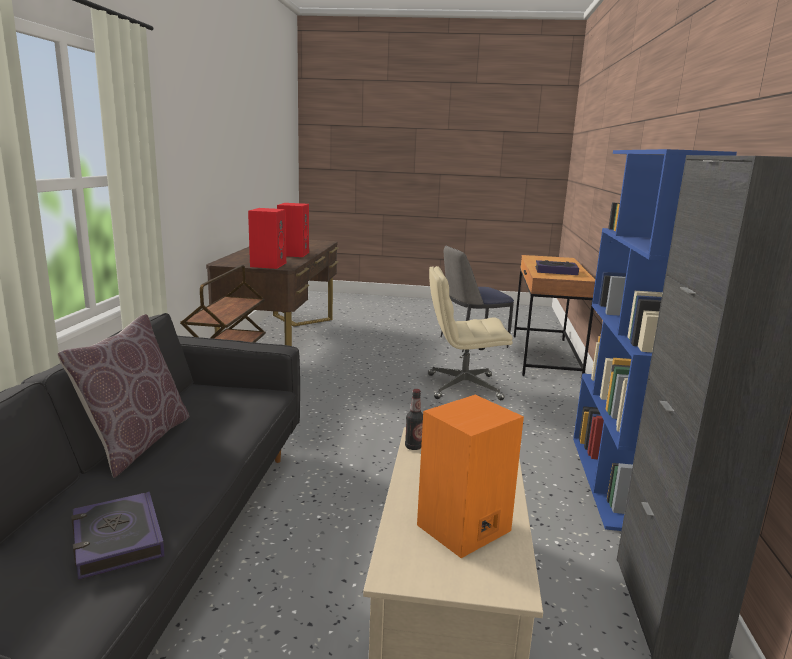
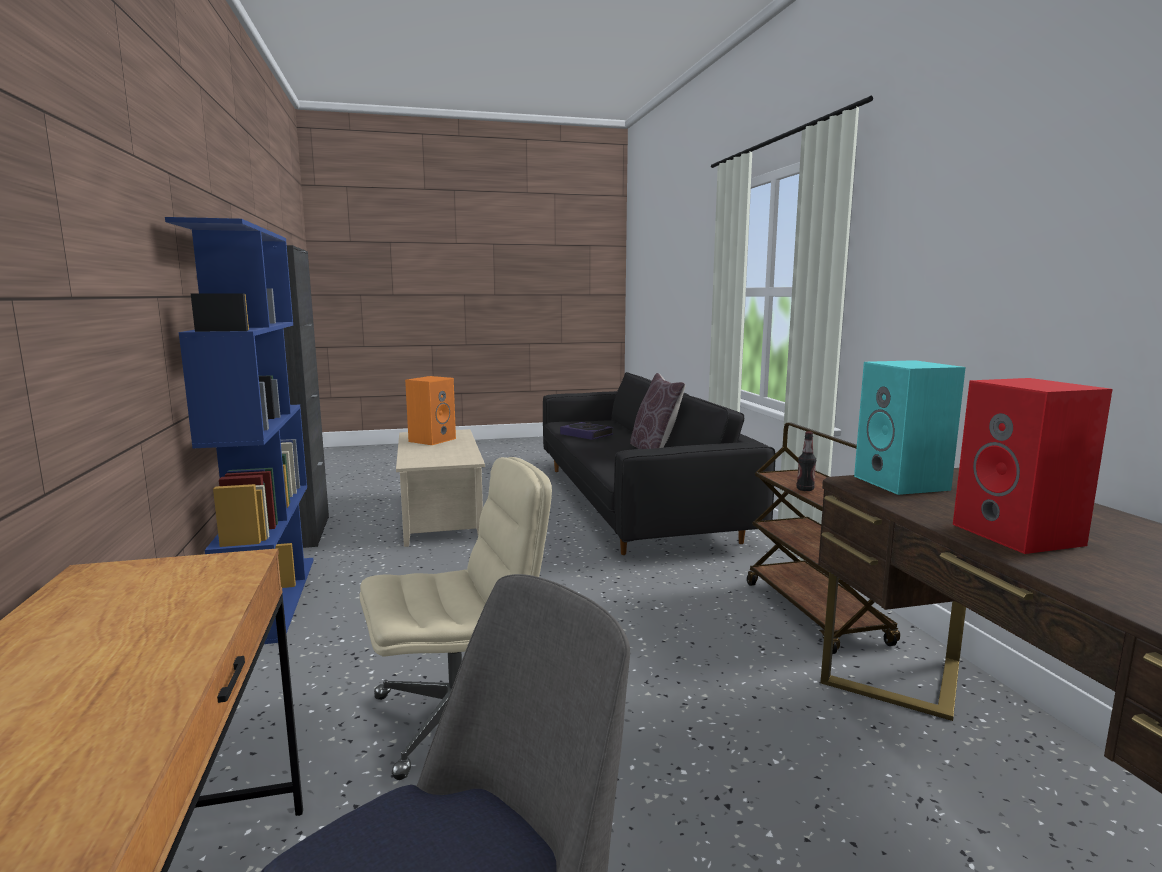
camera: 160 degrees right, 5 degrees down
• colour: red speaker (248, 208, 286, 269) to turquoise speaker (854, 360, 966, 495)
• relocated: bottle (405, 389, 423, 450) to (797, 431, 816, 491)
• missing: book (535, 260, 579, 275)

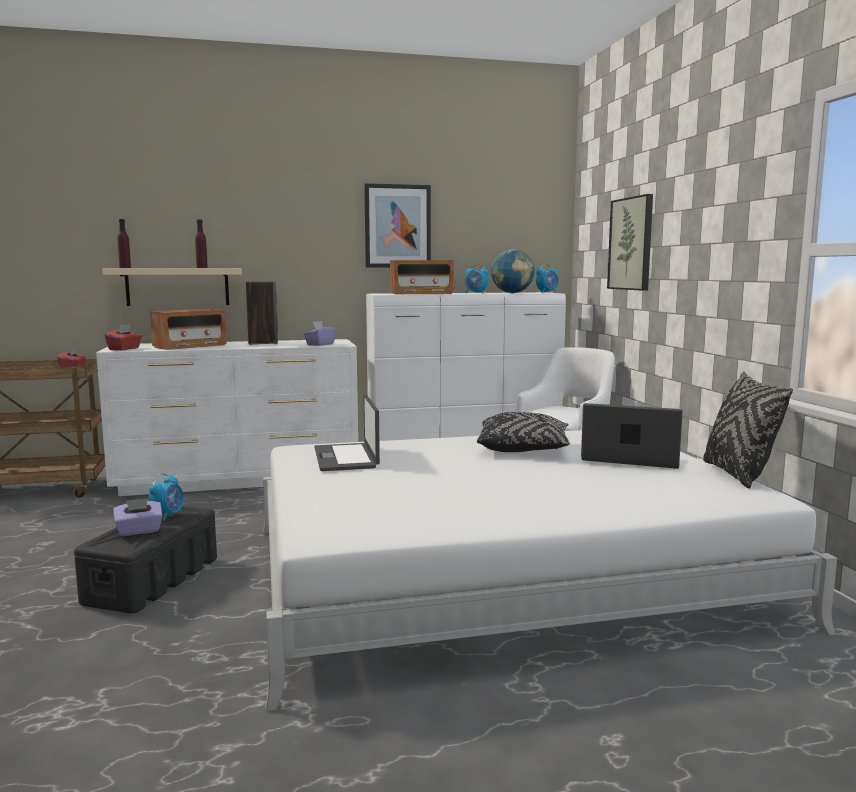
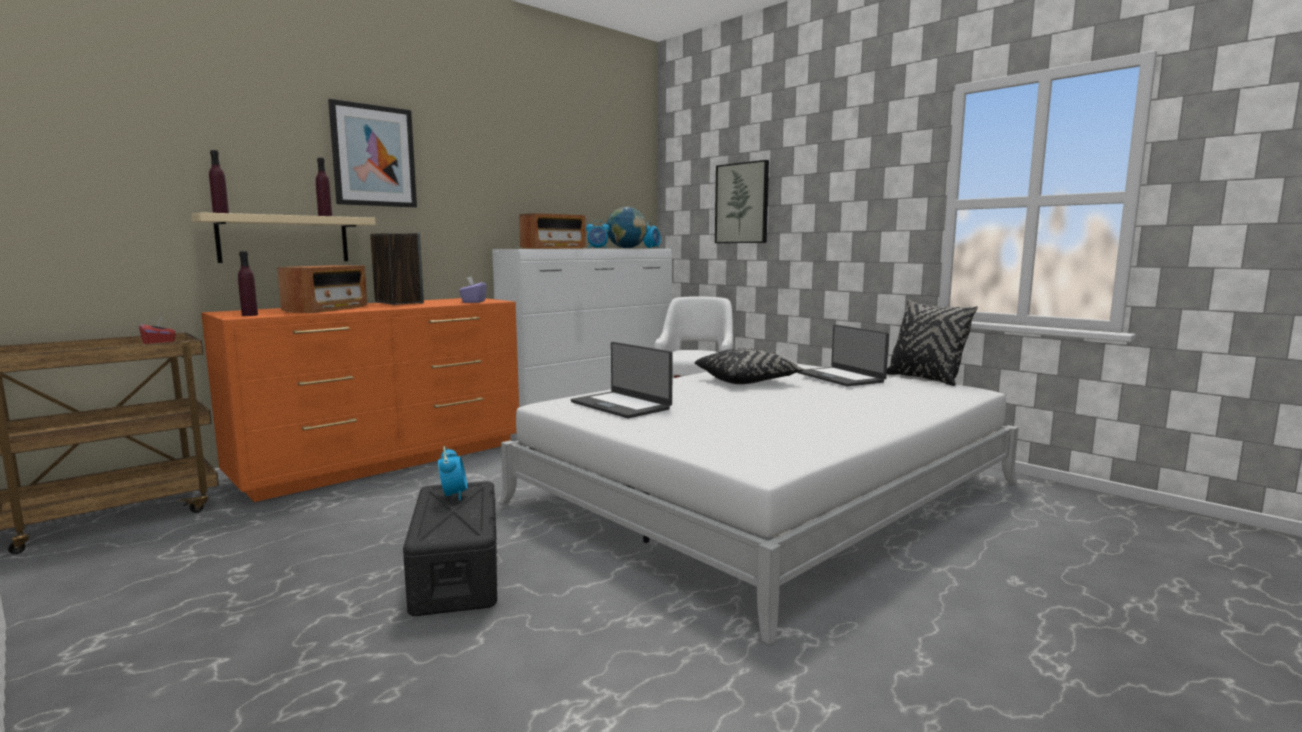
camera: 30 degrees left, 0 degrees up
• colour: white dresser (96, 339, 358, 496) to orange dresser (201, 298, 519, 502)
• exchanged: red tissue box (104, 324, 142, 350) to purple bottle (238, 251, 258, 316)
• missing: purple tissue box (113, 498, 162, 536)
• relocated: picture (364, 183, 431, 267) to (328, 99, 417, 208)
• spun: laptop (581, 403, 683, 469) = (797, 324, 889, 387) 105 degrees counterclockwise

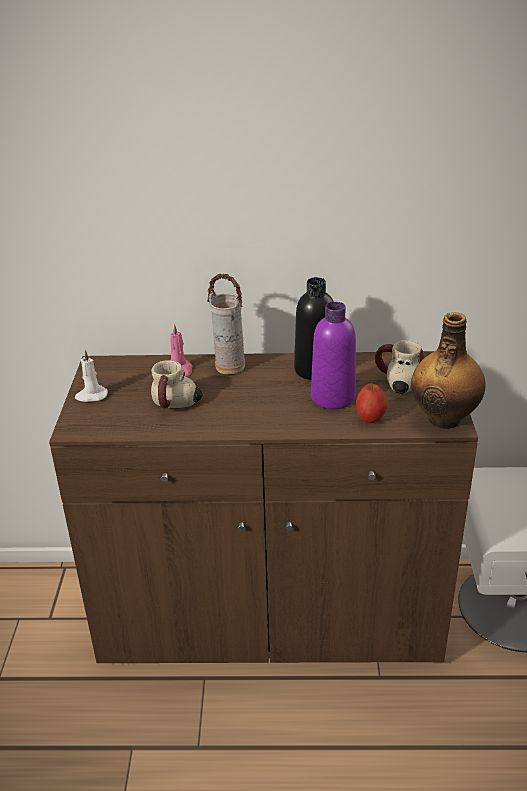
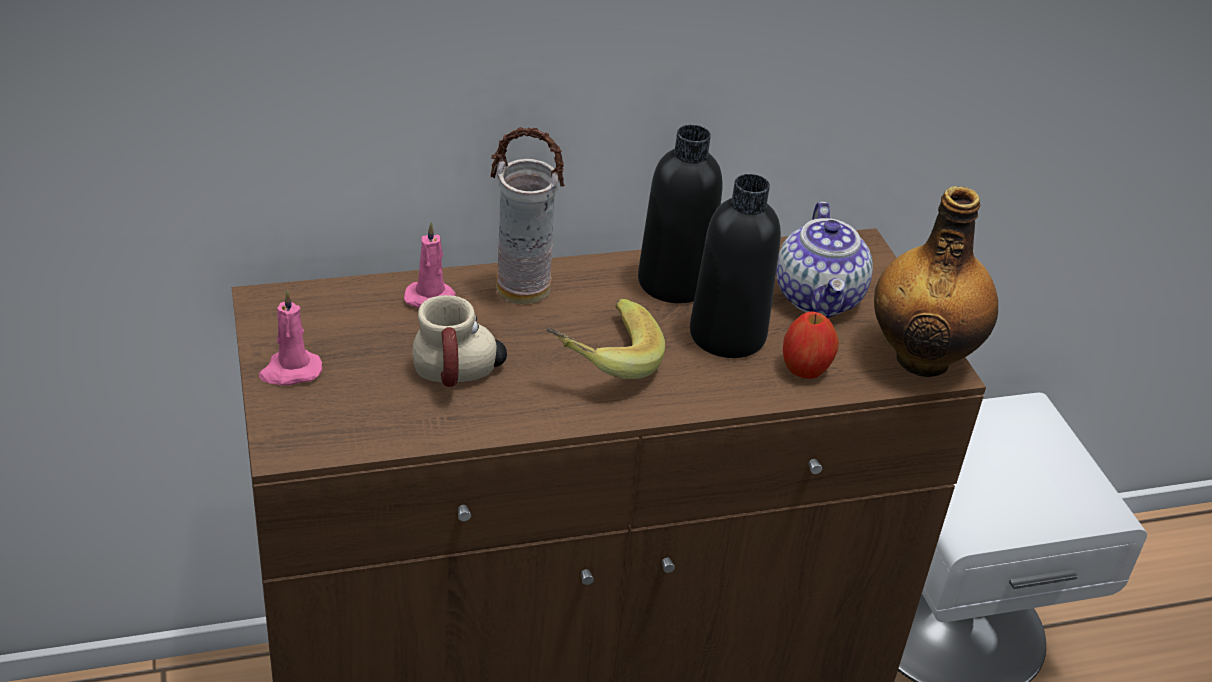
camera: 20 degrees left, 5 degrees up
• colour: white candle (75, 350, 108, 402) to pink candle (259, 290, 322, 385)
• colour: purple bottle (311, 302, 356, 409) to black bottle (690, 174, 781, 358)
• exchanged: mug (375, 340, 424, 394) to teapot (776, 202, 873, 318)
• appeared: banana (546, 298, 665, 379)

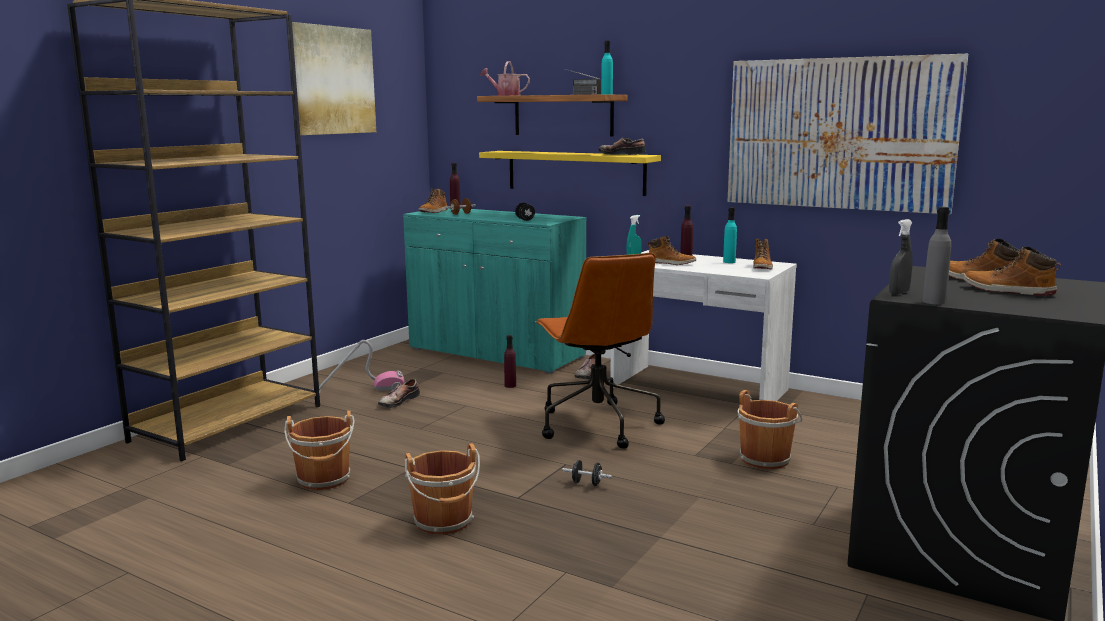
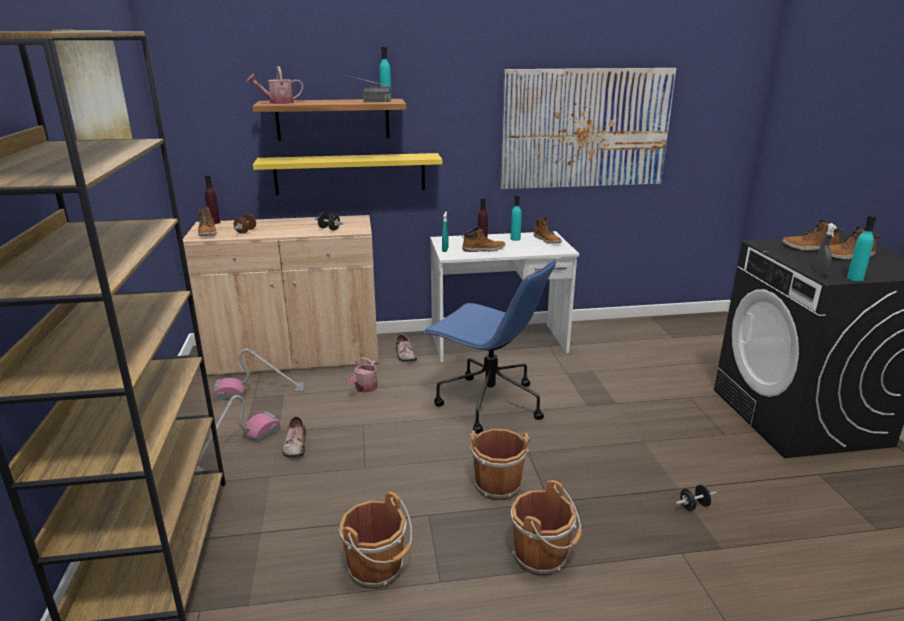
camera: 40 degrees left, 10 degrees up
• colour: turquoise cabinet (403, 208, 587, 374) to beige cabinet (183, 215, 378, 376)
• exchanged: purple bottle (504, 335, 516, 388) to watering can (347, 357, 378, 393)
• colour: brown office chair (535, 253, 665, 448) to blue office chair (423, 258, 556, 433)
• relocated: black dumbbell (562, 460, 612, 486) to (676, 485, 716, 511)
• missing: shoe (599, 138, 645, 155)
• relocated: brown bucket (738, 390, 802, 469) to (469, 429, 530, 500)
• colour: grey bottle (923, 207, 951, 305) to turquoise bottle (847, 215, 876, 281)
• appeared: vacuum cleaner (213, 348, 304, 401)

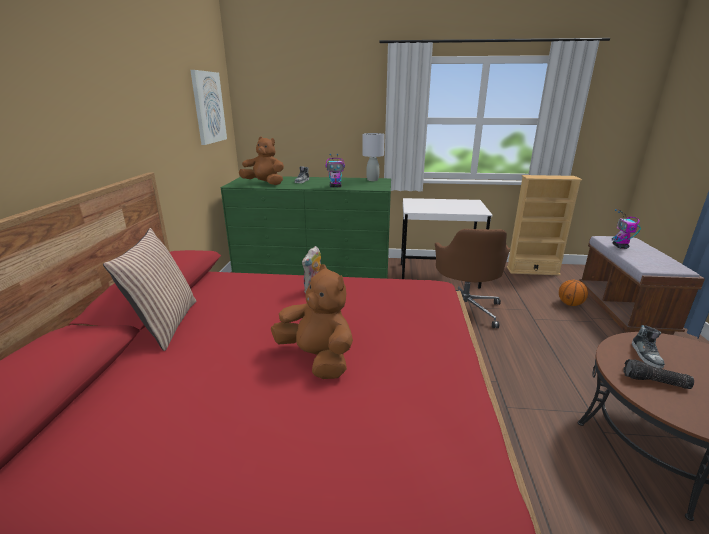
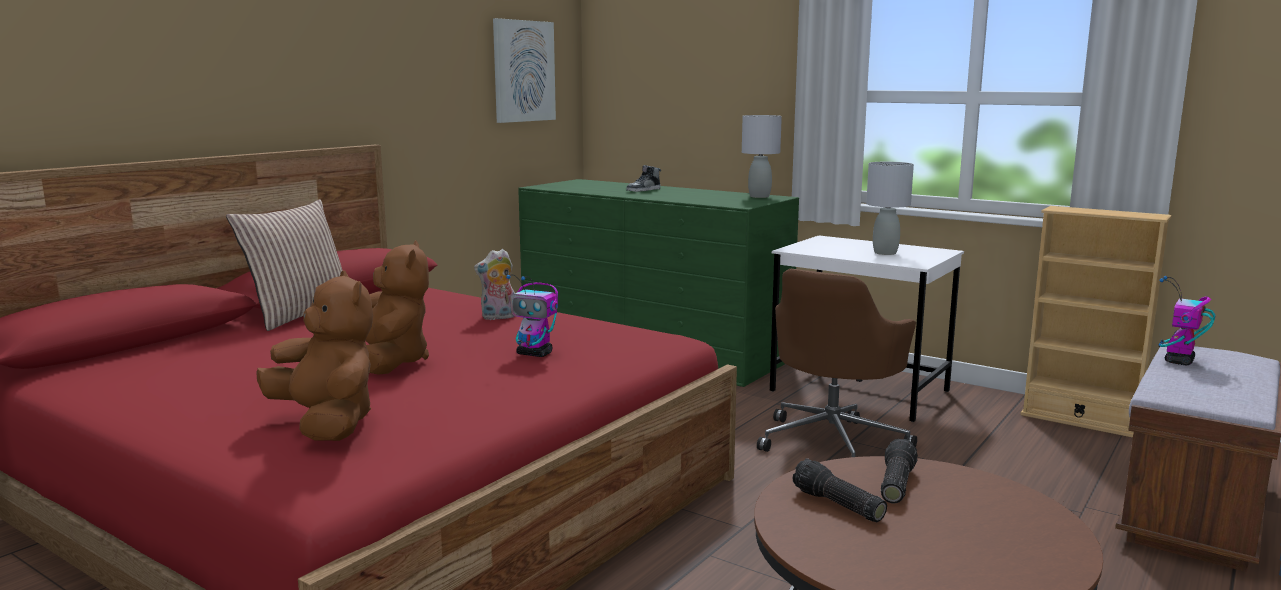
camera: 30 degrees right, 10 degrees down
• relocated: brown plush toy (239, 137, 284, 185) to (256, 271, 373, 441)
• relocated: toy robot (325, 154, 345, 187) to (506, 275, 558, 357)
• missing: basketball (559, 280, 588, 306)
• exchanged: shoe (632, 325, 665, 369) to flashlight (881, 439, 918, 504)
• appeared: grey table lamp (866, 162, 914, 255)

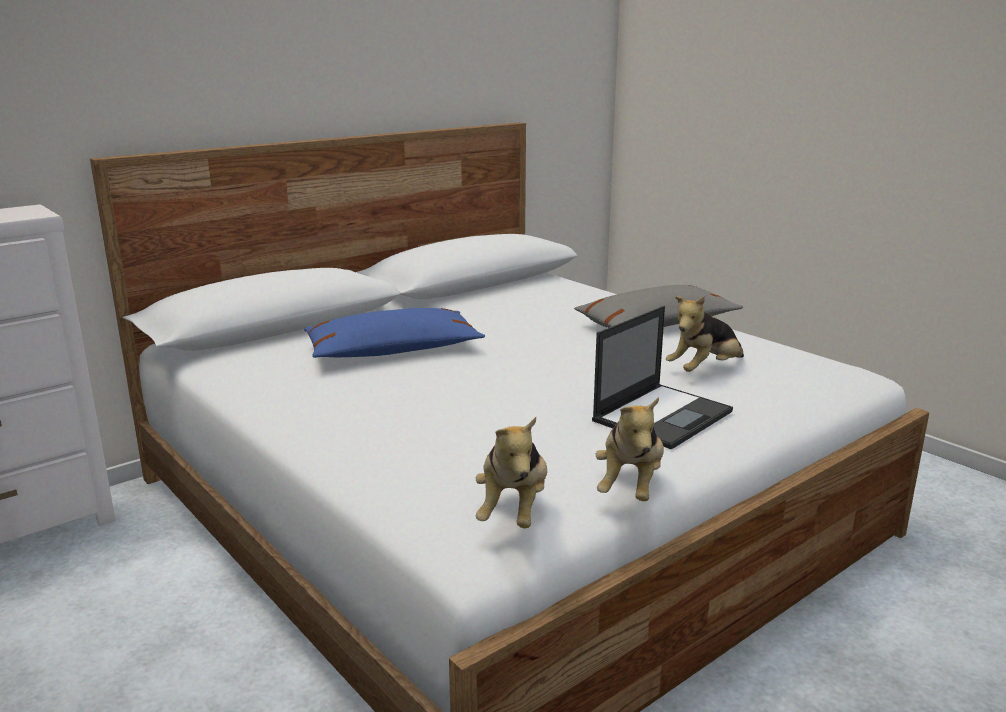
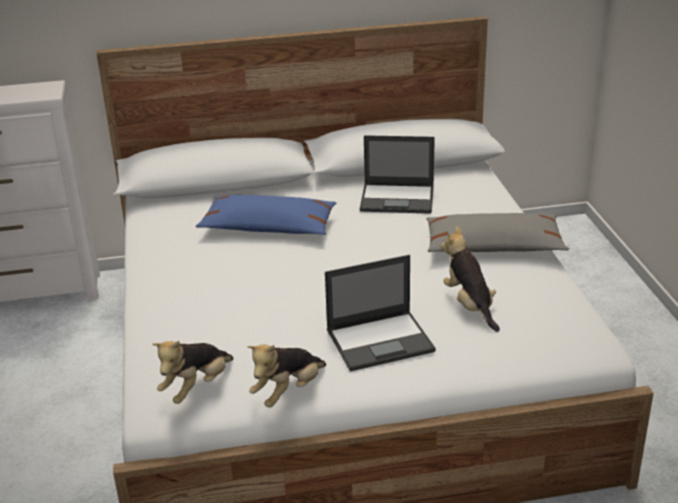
camera: 30 degrees right, 10 degrees up
• spun: plush toy (666, 296, 744, 372) = (441, 226, 500, 332) 75 degrees clockwise
• appeared: laptop (360, 135, 435, 214)

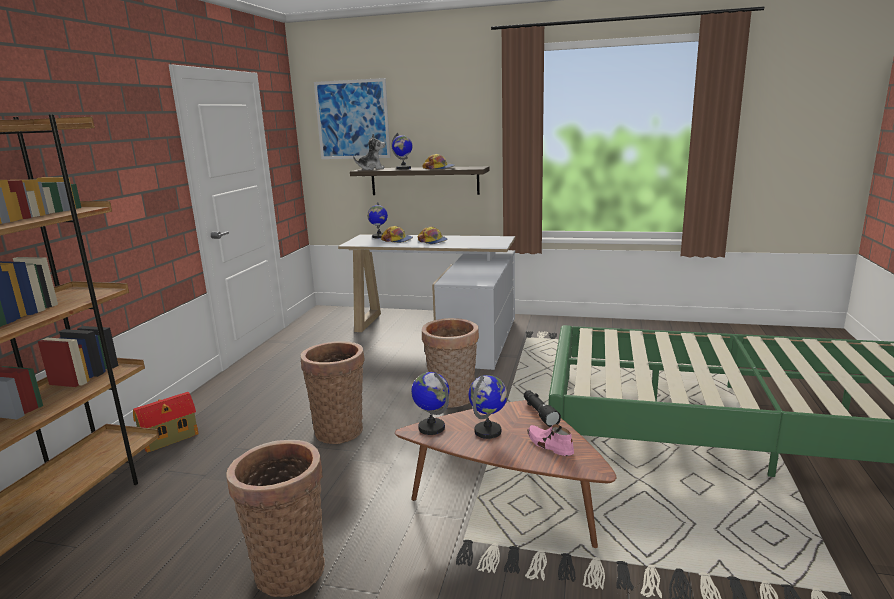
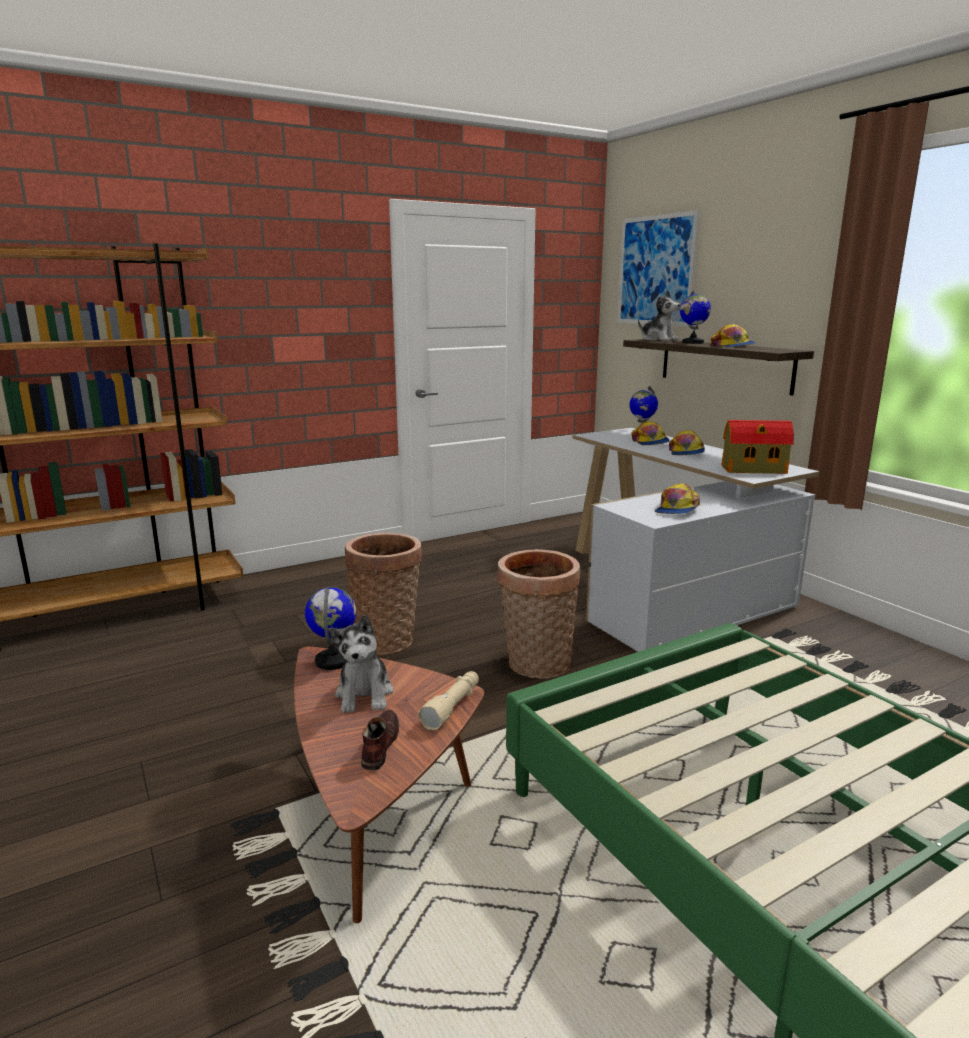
camera: 45 degrees right, 0 degrees up
• relocated: toy house (133, 392, 199, 453) to (722, 420, 794, 474)
• missing: basket (226, 440, 325, 597)
• exchanged: globe (469, 375, 507, 439) to plush toy (329, 614, 394, 713)
• colour: black flashlight (524, 390, 561, 427) to beige flashlight (418, 671, 479, 730)
• colour: pink shoe (527, 424, 574, 456) to brown shoe (361, 710, 399, 771)
• appeared: cap (655, 483, 700, 514)

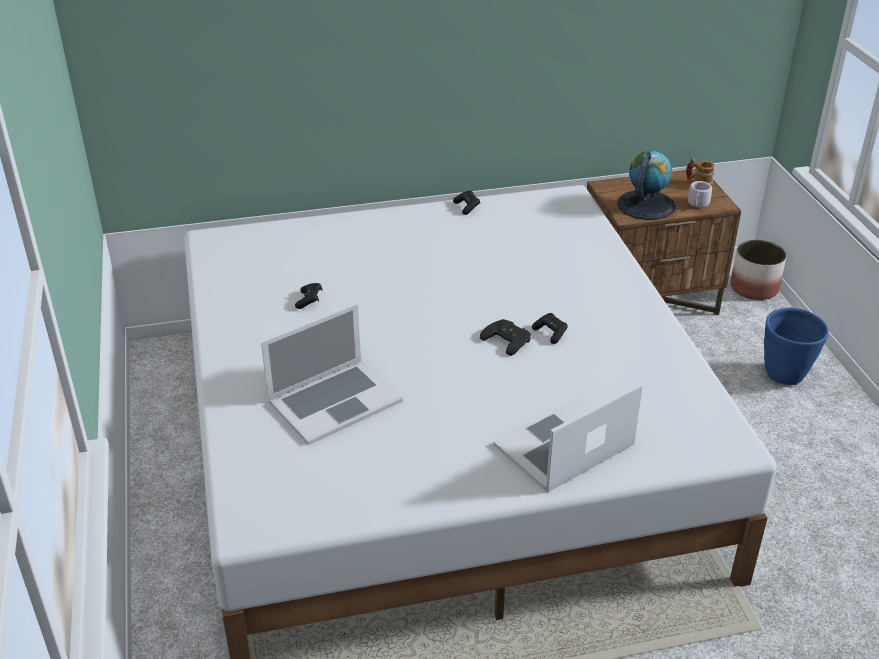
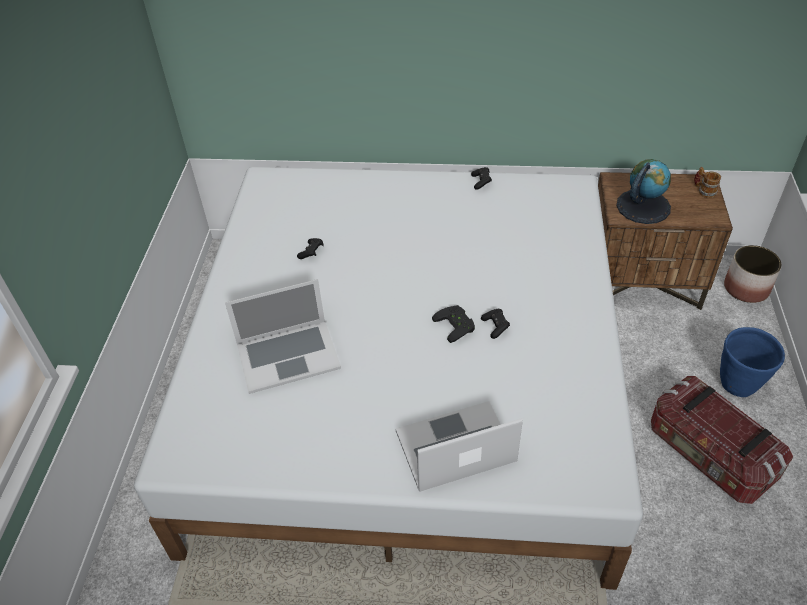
camera: 20 degrees right, 10 degrees up
• missing: grey mug (688, 181, 712, 208)
• appeared: storage box (651, 376, 793, 504)

